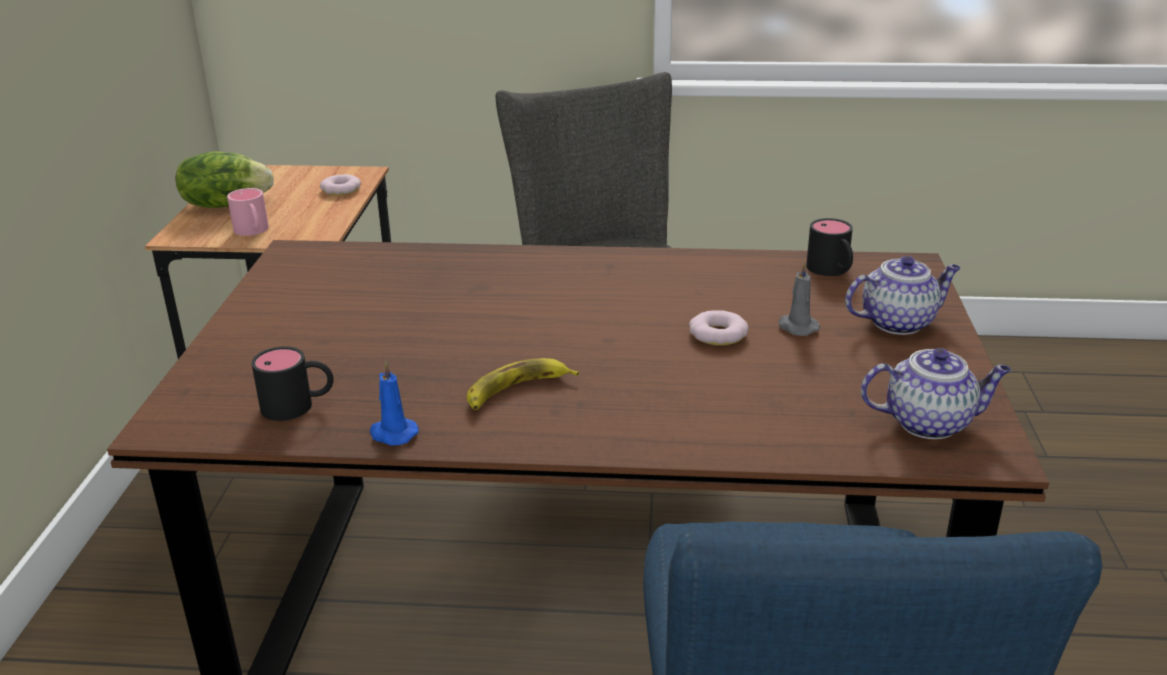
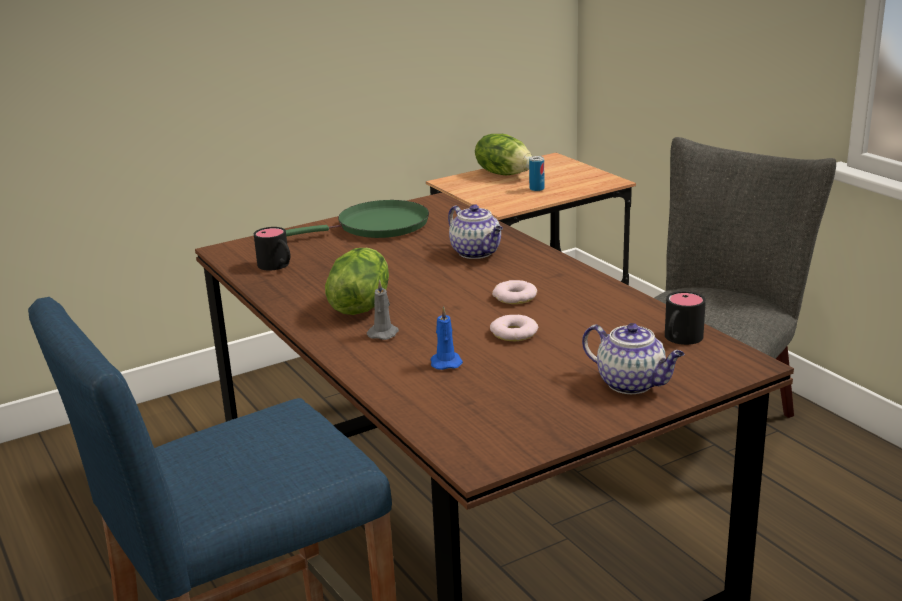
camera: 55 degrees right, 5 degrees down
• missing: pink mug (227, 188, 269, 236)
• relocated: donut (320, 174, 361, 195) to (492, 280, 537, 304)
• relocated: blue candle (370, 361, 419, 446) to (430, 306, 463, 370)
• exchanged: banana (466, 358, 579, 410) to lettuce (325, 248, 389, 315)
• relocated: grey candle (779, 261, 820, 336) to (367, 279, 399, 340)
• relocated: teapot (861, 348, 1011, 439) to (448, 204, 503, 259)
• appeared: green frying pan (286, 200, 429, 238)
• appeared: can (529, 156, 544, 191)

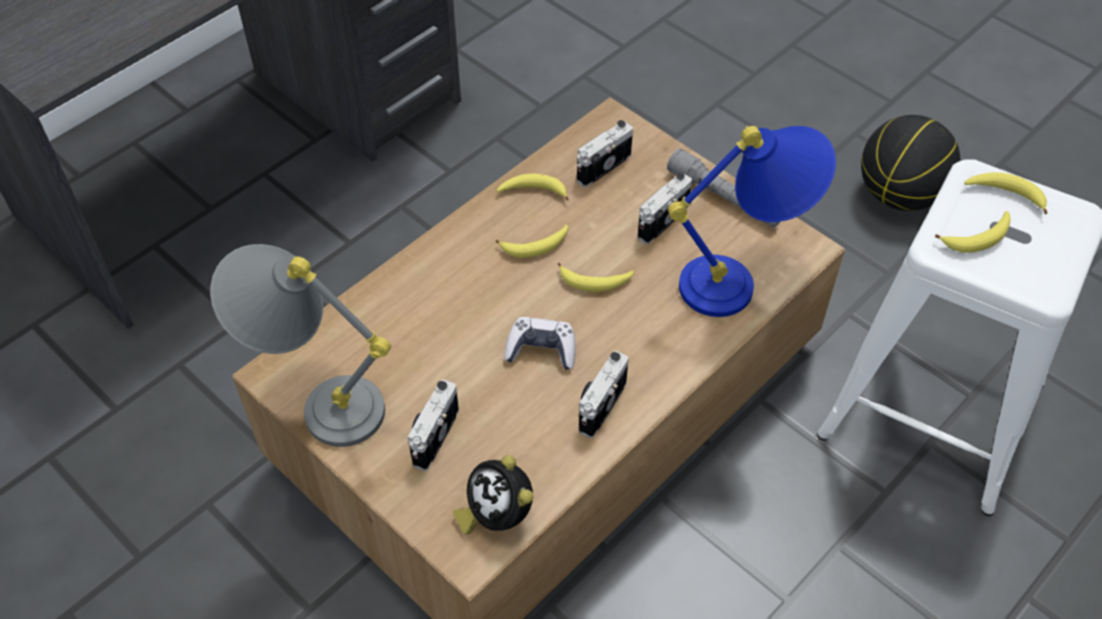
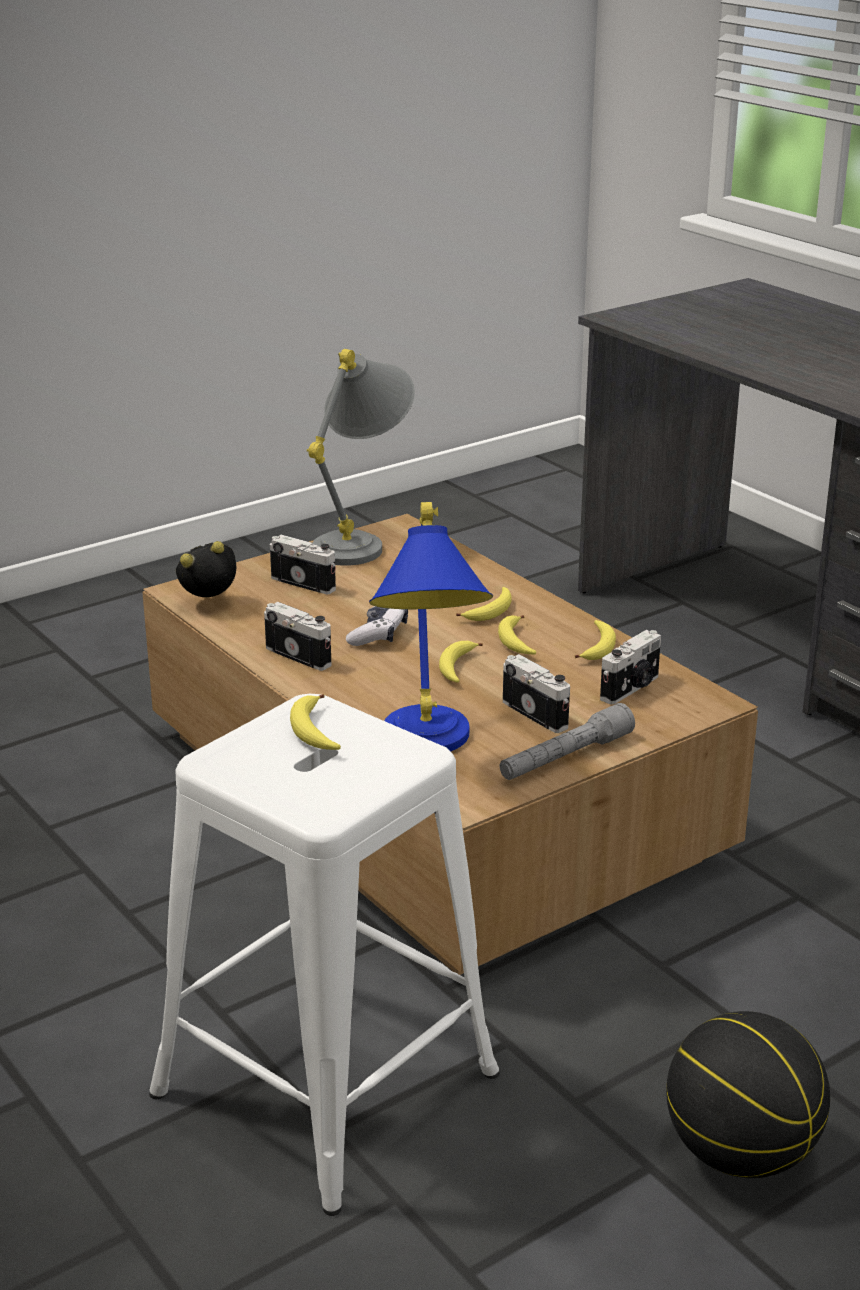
camera: 100 degrees right, 25 degrees down
• spun: photo camera (577, 120, 633, 187) = (600, 630, 661, 705) 75 degrees clockwise
• relocated: banana (964, 172, 1047, 214) to (456, 587, 512, 621)

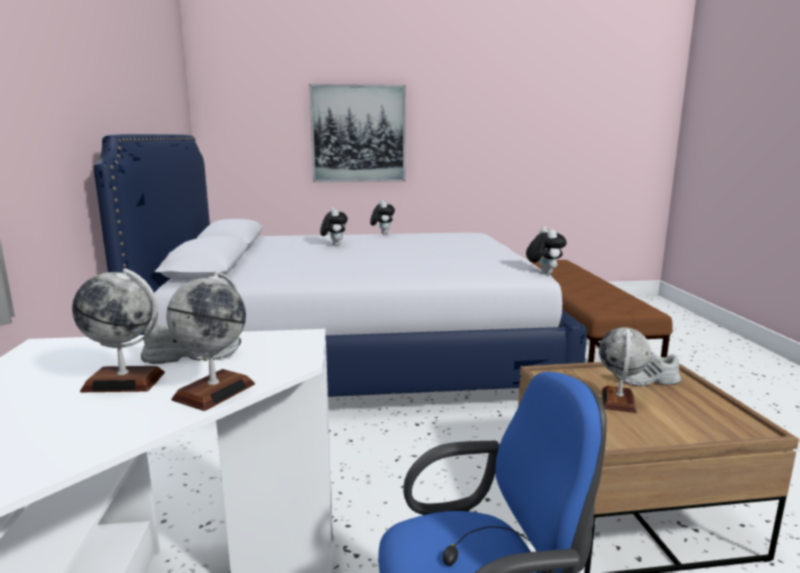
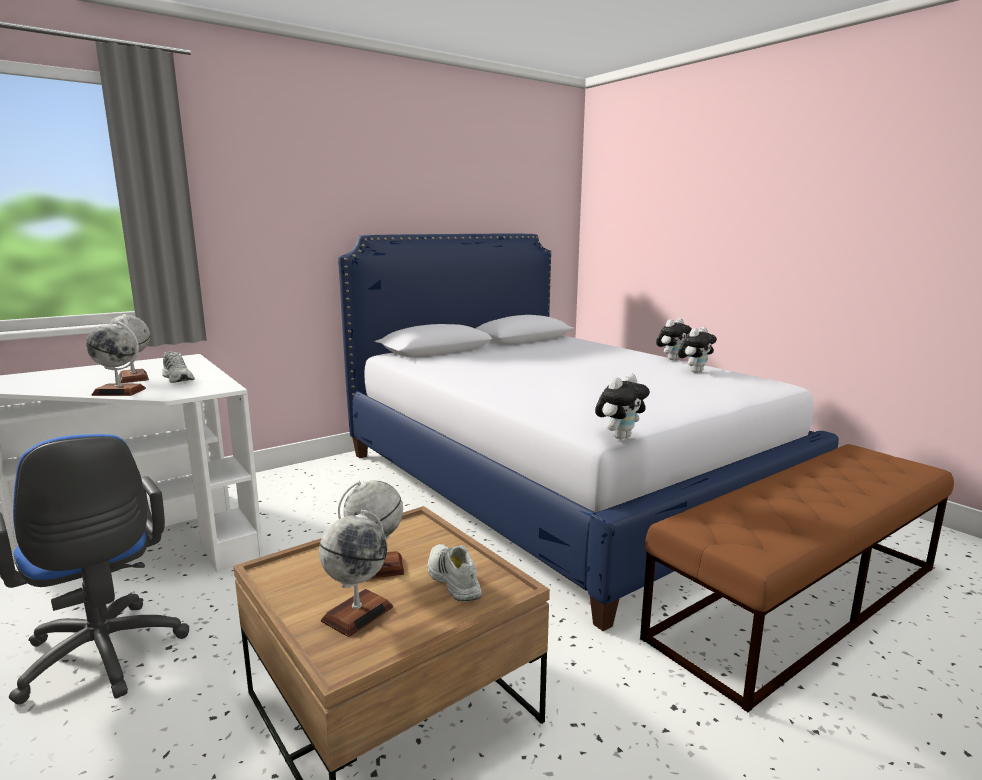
camera: 60 degrees right, 0 degrees up
• missing: picture (309, 84, 406, 182)
• relocated: plush toy (320, 208, 348, 246) to (678, 327, 717, 373)
• appeared: globe (319, 510, 393, 637)

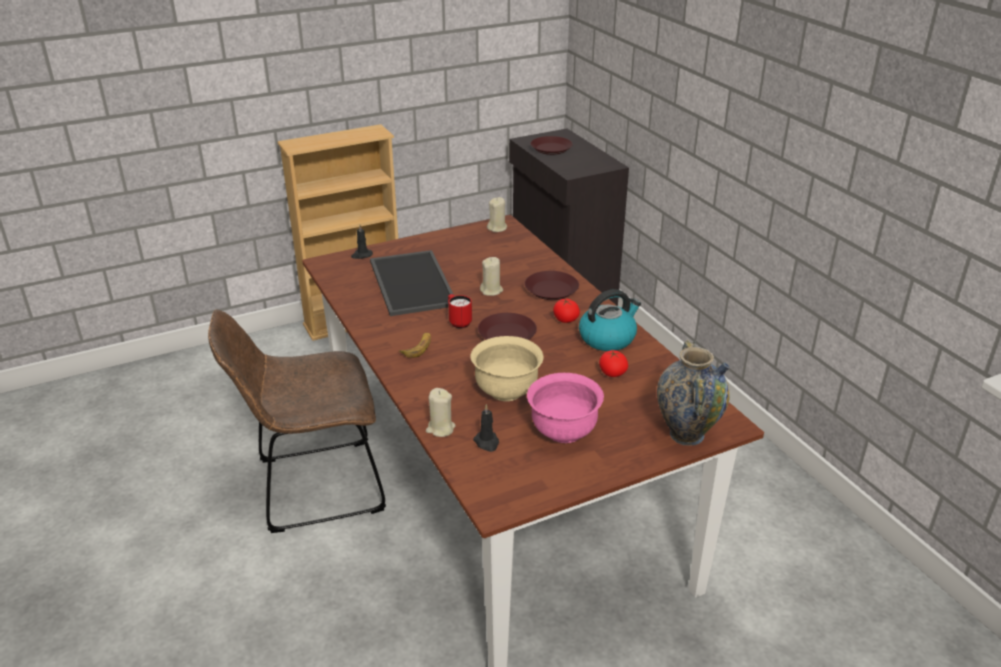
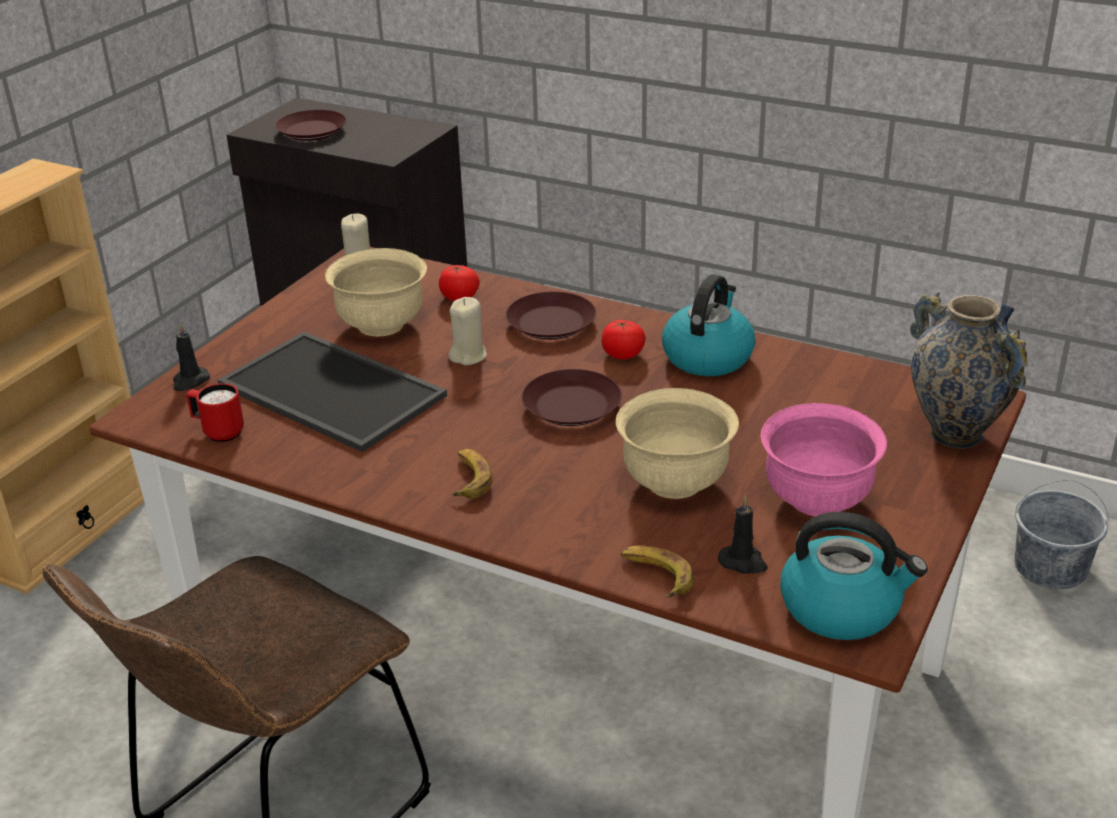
camera: 35 degrees left, 0 degrees up
• exchanged: beige candle (426, 388, 455, 437) to banana (621, 545, 695, 597)
• relocated: red mug (448, 294, 472, 328) to (186, 383, 244, 442)
• relocated: tomato (599, 350, 628, 377) to (439, 265, 480, 301)
• appeared: beige bowl (325, 248, 427, 336)
• appeared: kettle (780, 512, 928, 640)
• appeared: grey bucket (1014, 480, 1109, 589)

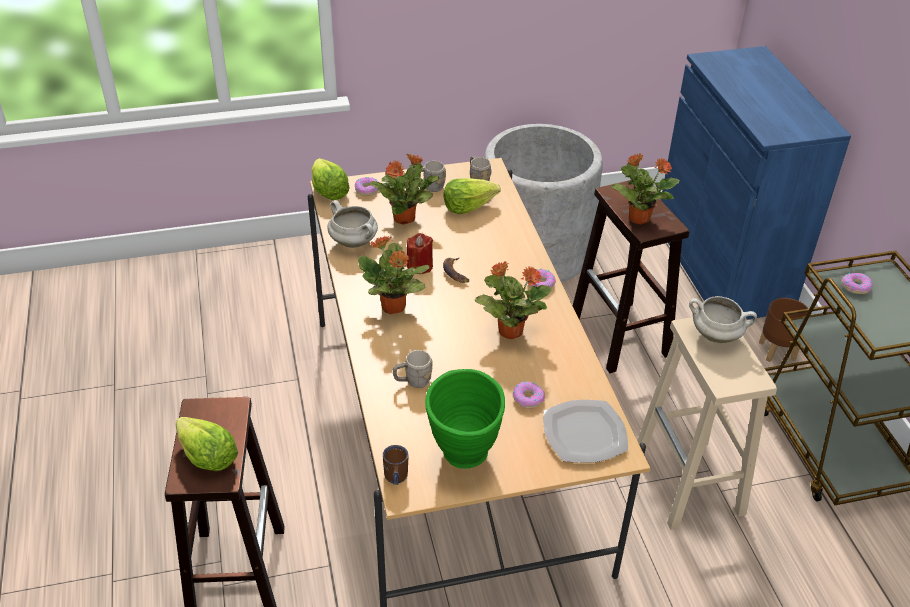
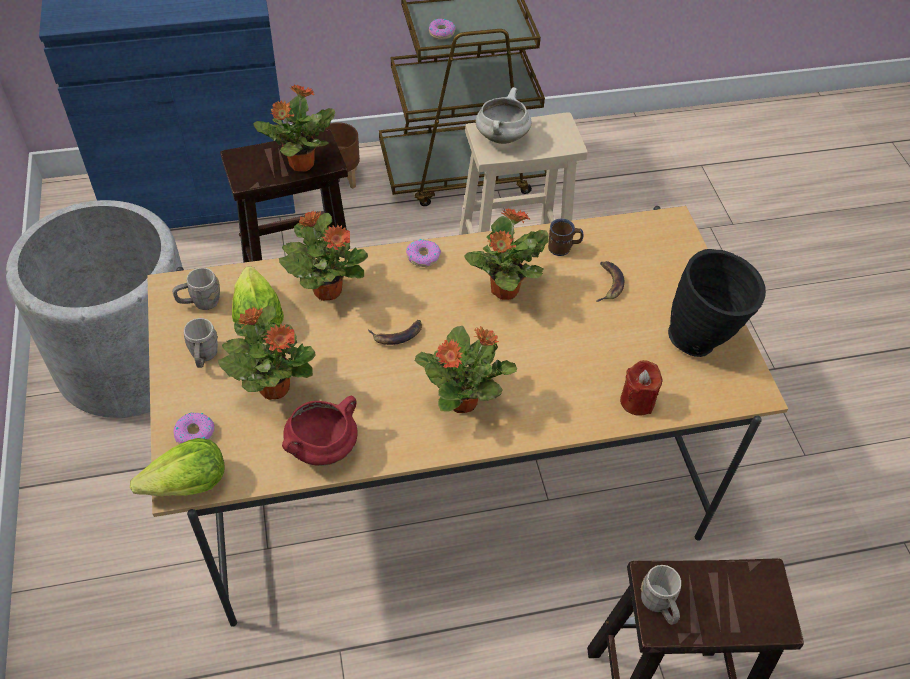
camera: 90 degrees left, 10 degrees up
• missing: lettuce (175, 417, 238, 471)
• colour: white cooking pot (327, 200, 378, 248) to red cooking pot (282, 396, 358, 466)
• relocated: brown mug (383, 445, 408, 485) to (548, 218, 583, 256)
• relocated: grey mug (393, 350, 433, 388) to (641, 565, 681, 625)
• relocated: red candle (407, 233, 433, 274) to (620, 360, 663, 416)
• colour: green vase (425, 369, 505, 469) to black vase (668, 249, 766, 357)
• exchanged: donut (513, 382, 545, 408) to banana (596, 261, 624, 302)
• missing: plate (543, 400, 628, 463)
• appeared: potted plant (279, 211, 368, 301)

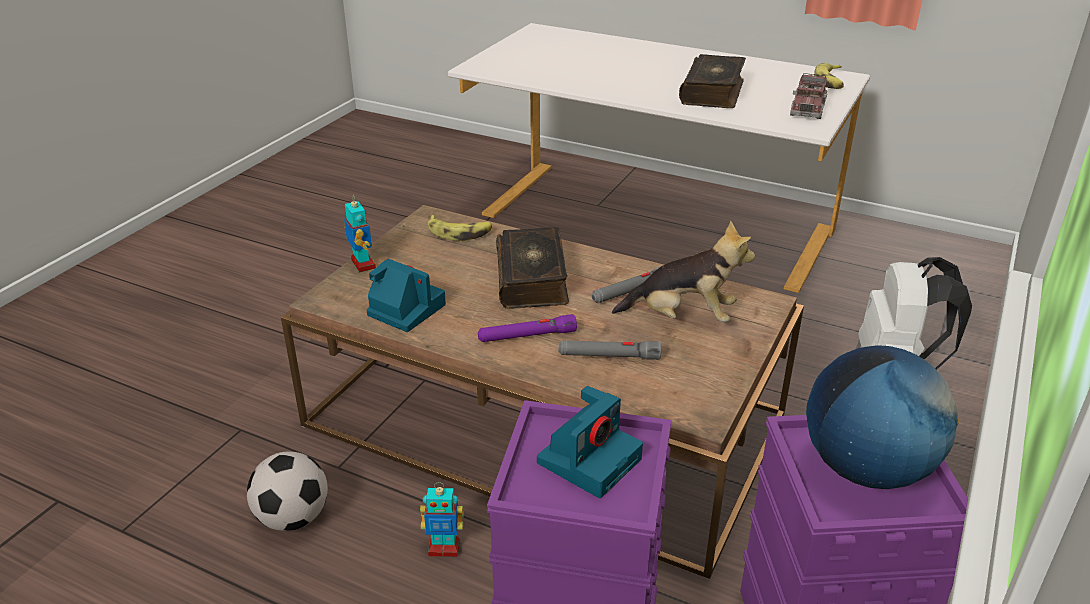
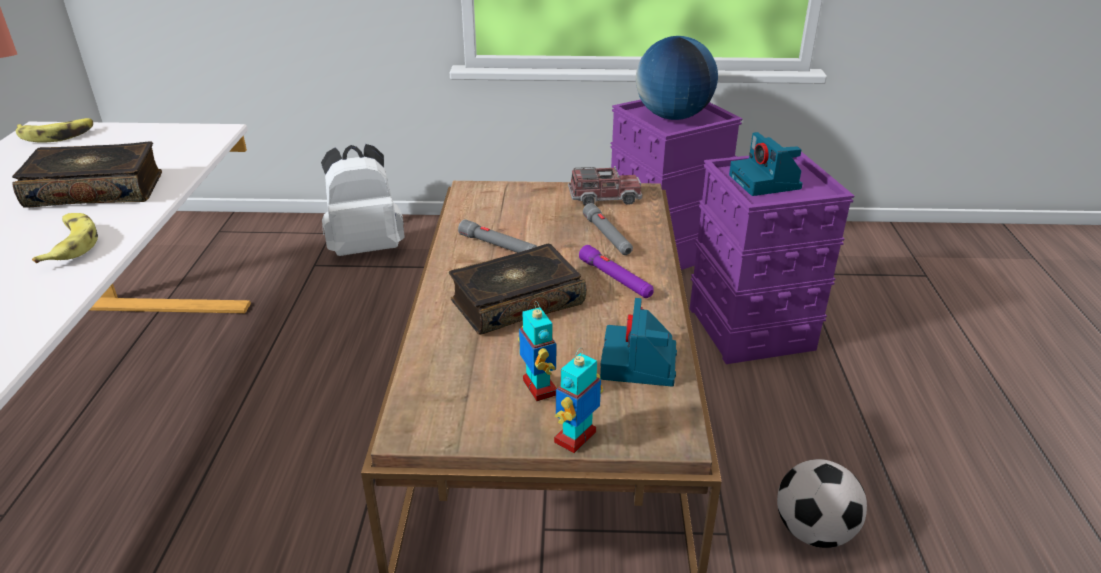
camera: 115 degrees left, 0 degrees up
• relocated: toy robot (420, 482, 464, 557) to (518, 301, 557, 401)
• relocated: banana (428, 215, 492, 241) to (32, 213, 98, 263)
• spun: photo camera (537, 386, 643, 498) = (729, 132, 803, 196) 120 degrees counterclockwise
• missing: plush toy (612, 220, 755, 322)
• relocated: toy truck (790, 73, 827, 119) to (568, 166, 642, 206)

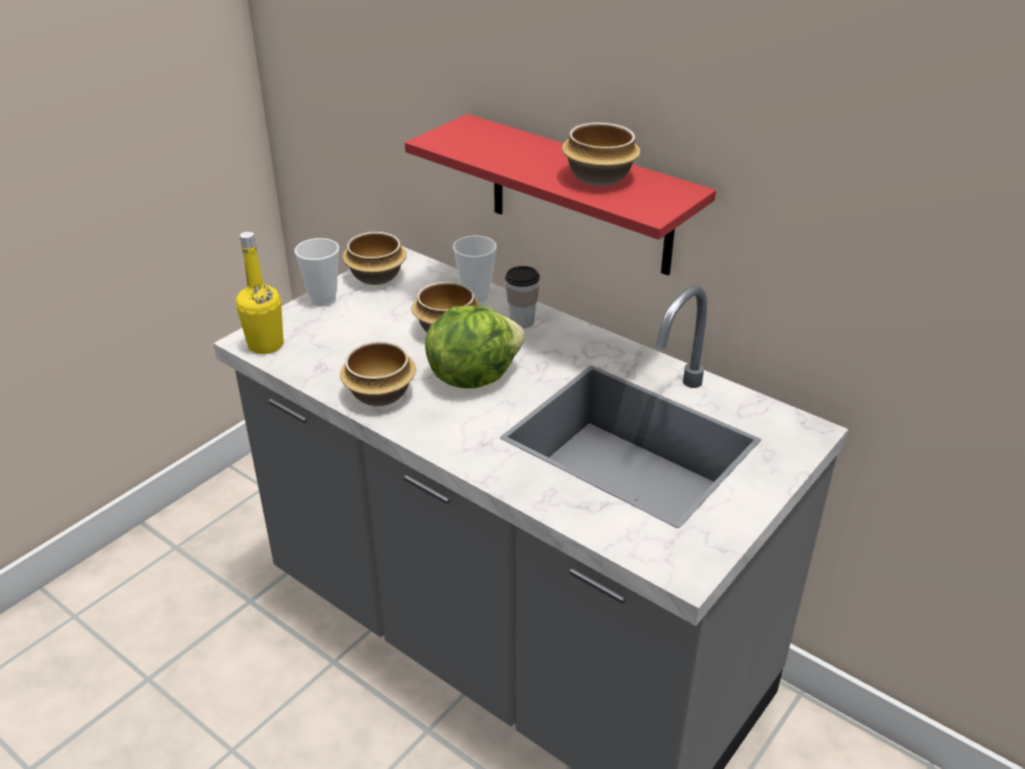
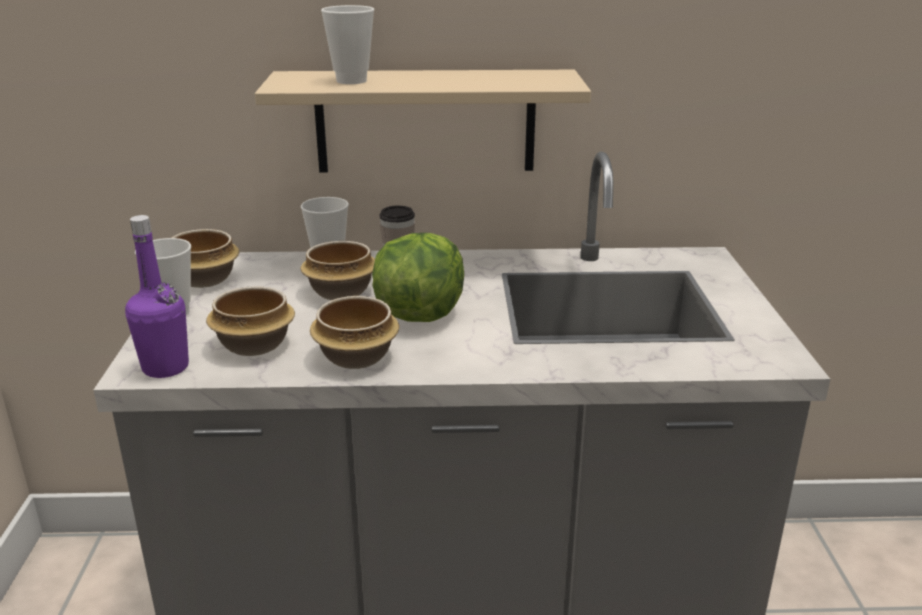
camera: 40 degrees left, 10 degrees down
• colour: yellow bottle (236, 232, 284, 354) to purple bottle (125, 215, 189, 378)
• colour: red shelf (405, 114, 716, 275) to beige shelf (255, 70, 591, 172)
• relocated: bowl (562, 122, 641, 186) to (206, 286, 295, 356)
• appeared: cup (321, 5, 374, 84)

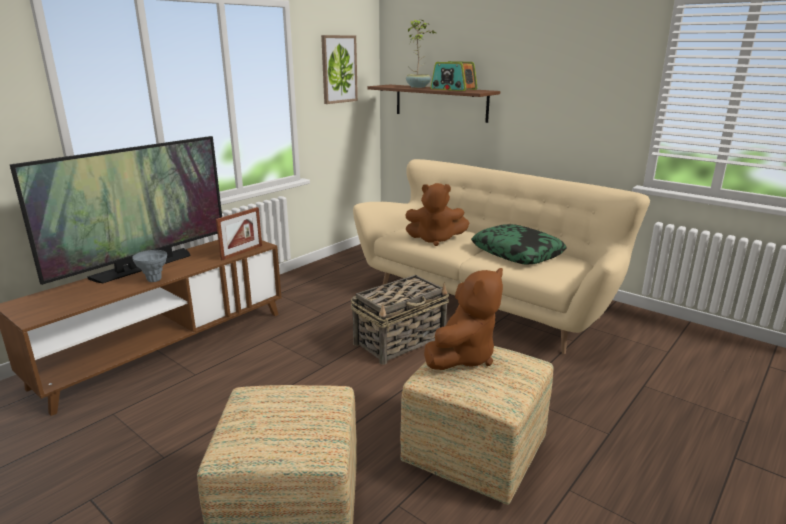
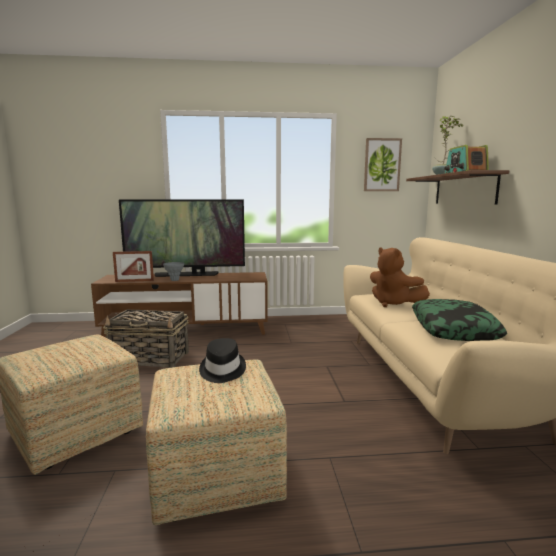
camera: 45 degrees right, 10 degrees down
• relocated: picture frame (216, 207, 262, 260) to (113, 251, 154, 282)
• relocated: basket (351, 275, 449, 365) to (103, 310, 189, 368)
• exchanged: brown plush toy (424, 268, 503, 370) to black hat (199, 338, 246, 383)

